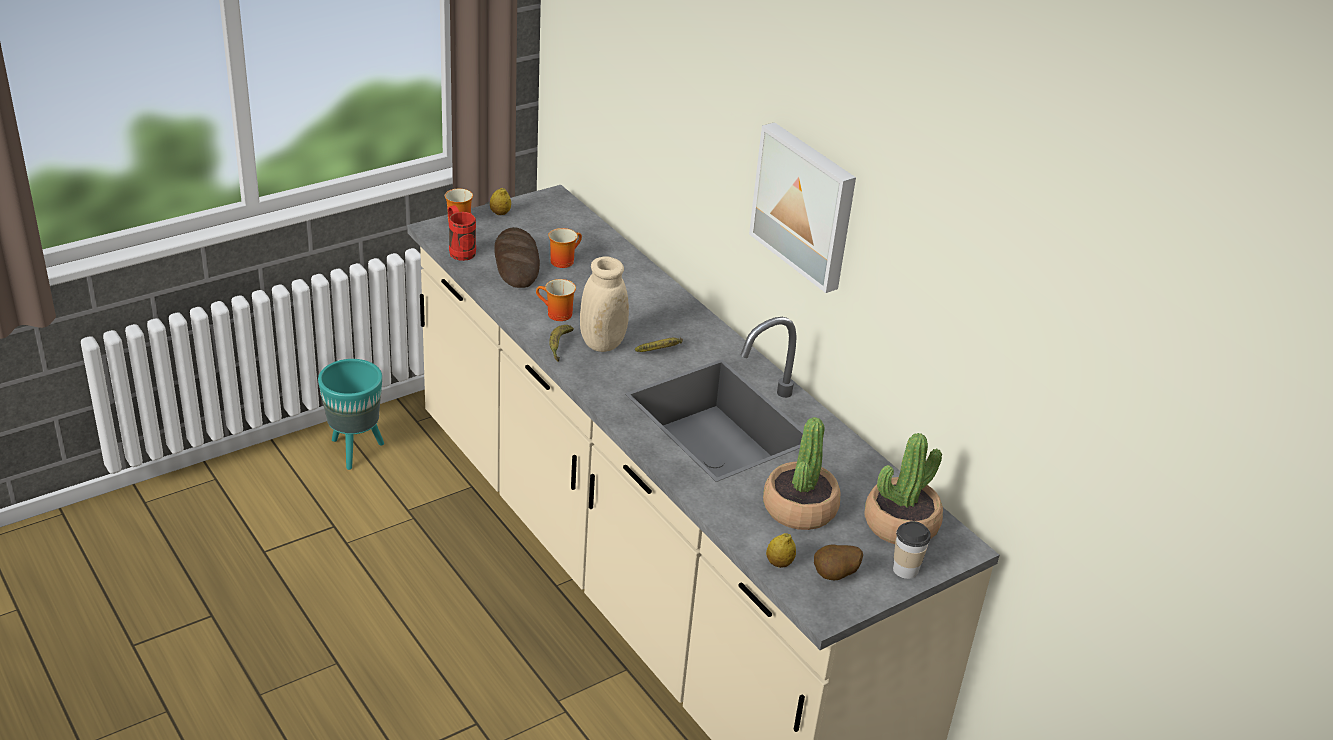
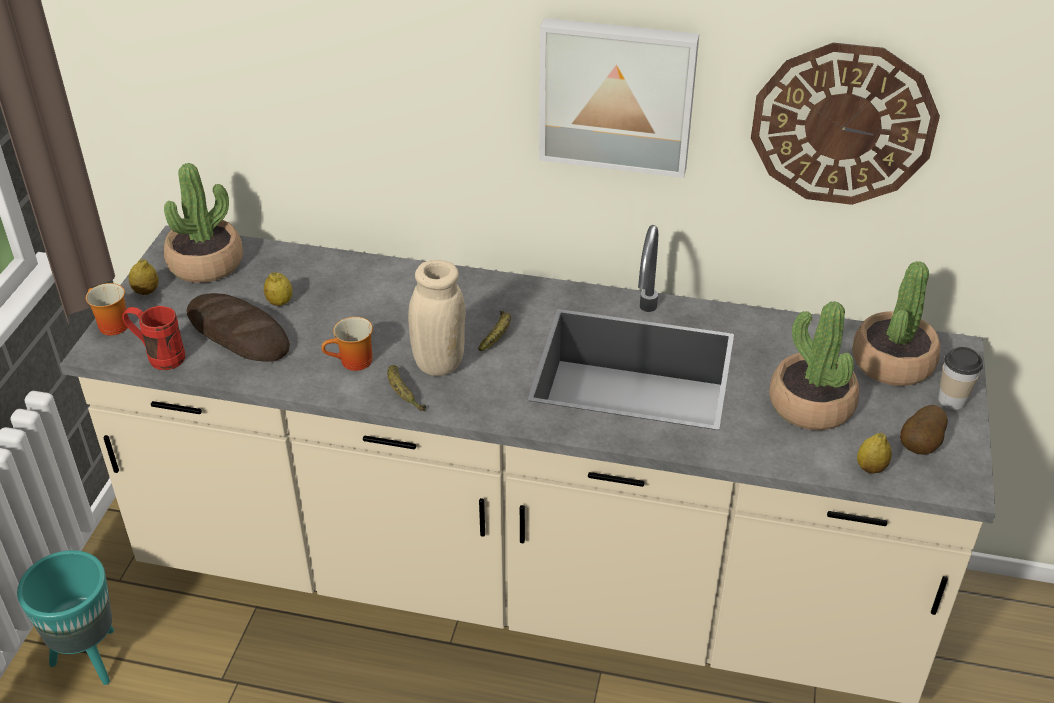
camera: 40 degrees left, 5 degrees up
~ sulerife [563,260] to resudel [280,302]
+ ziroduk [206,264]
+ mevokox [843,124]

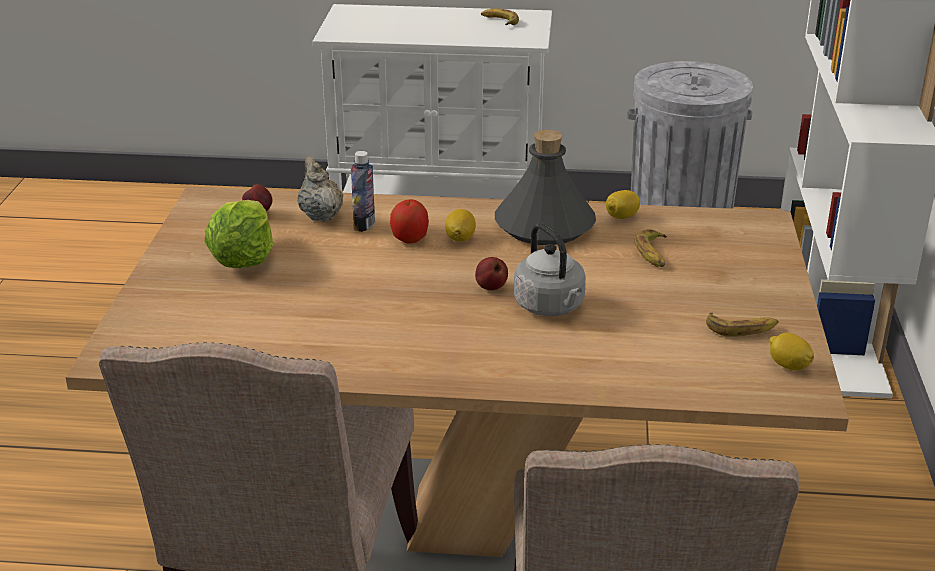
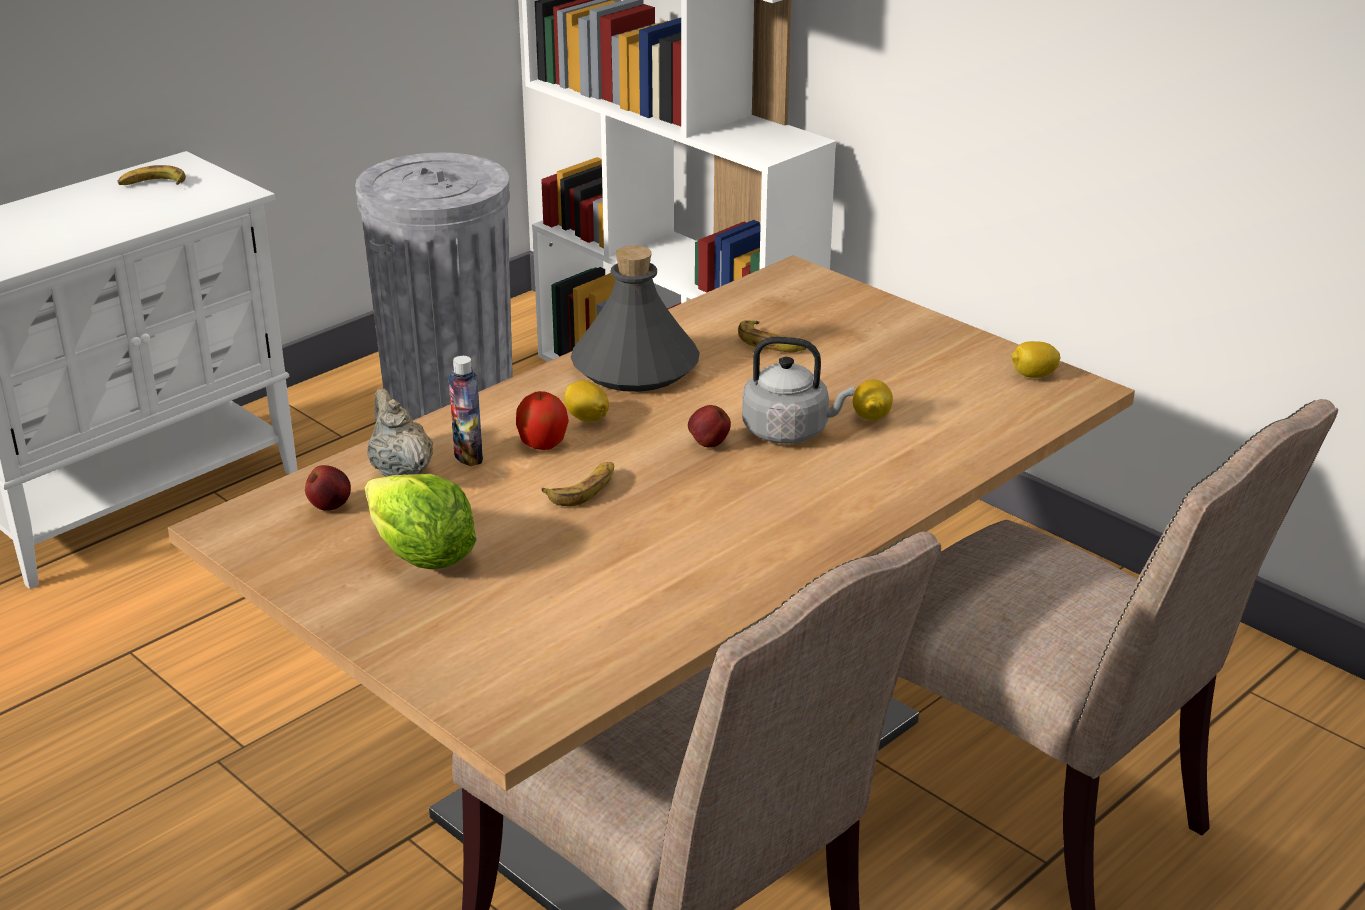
camera: 50 degrees left, 0 degrees up
~ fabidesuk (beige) [320,215] = [401,472] 45 degrees clockwise
~ resudel [621,217] to [871,417]
~ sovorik [742,329] to [583,489]

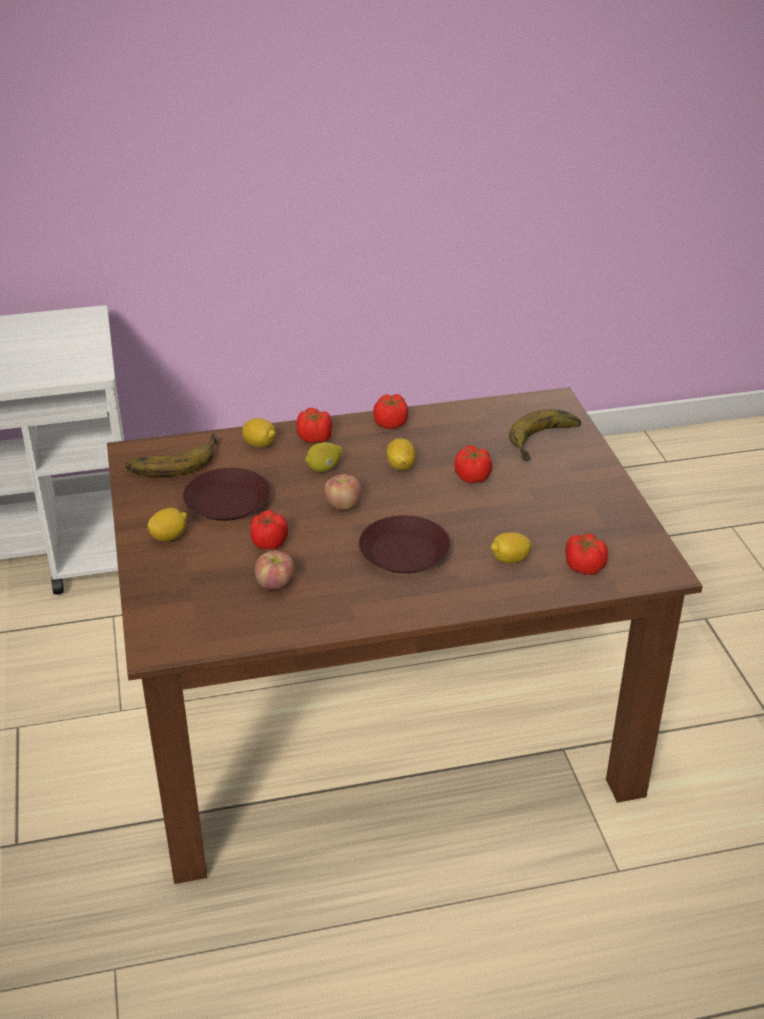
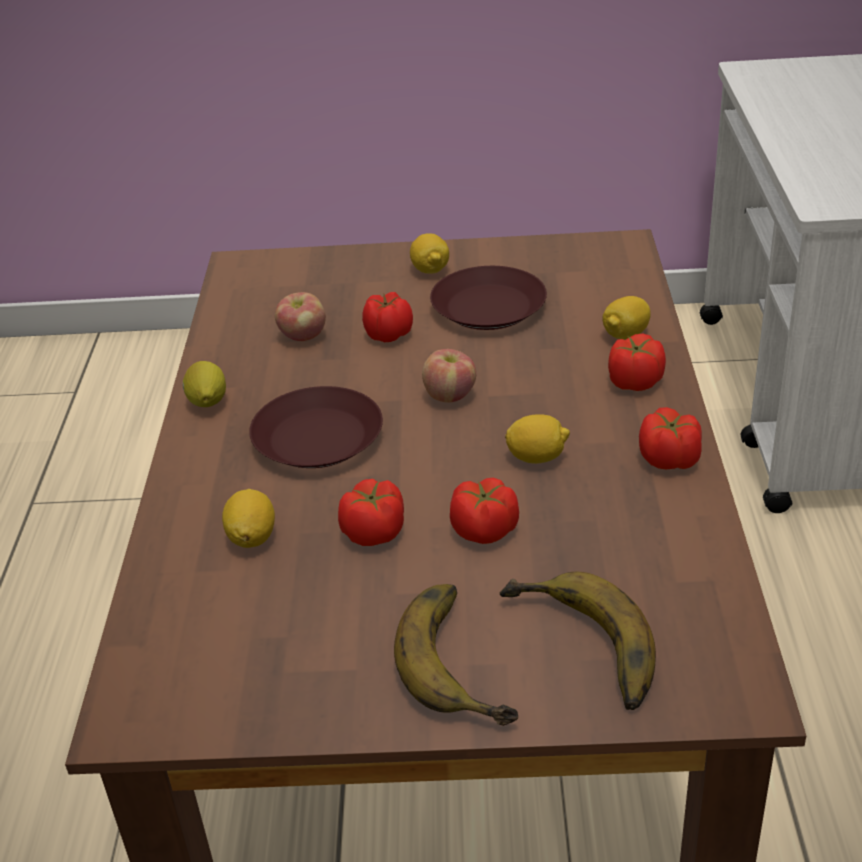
camera: 105 degrees right, 0 degrees up
~ sovorik [172,460] to [466,659]
~ resudel [324,468] to [207,403]
~ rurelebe [584,566] to [374,532]

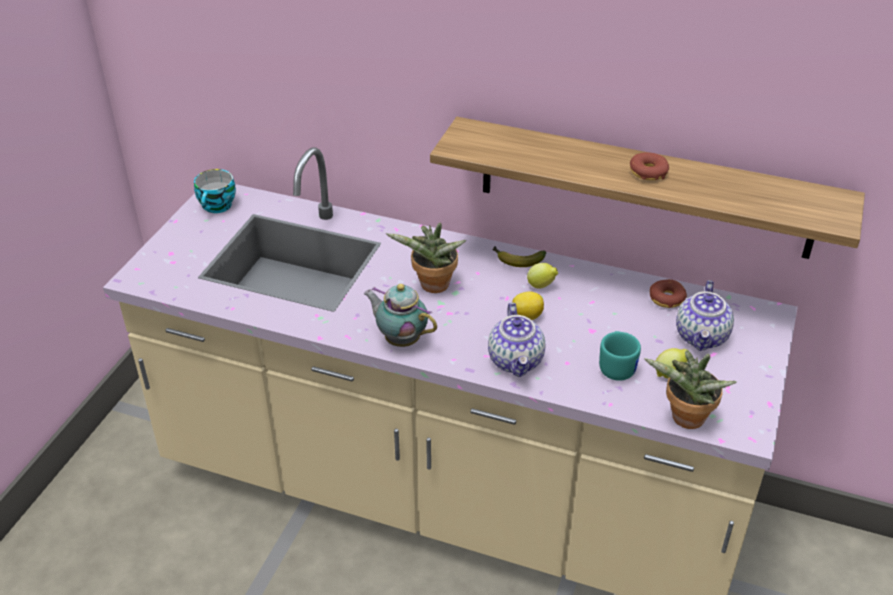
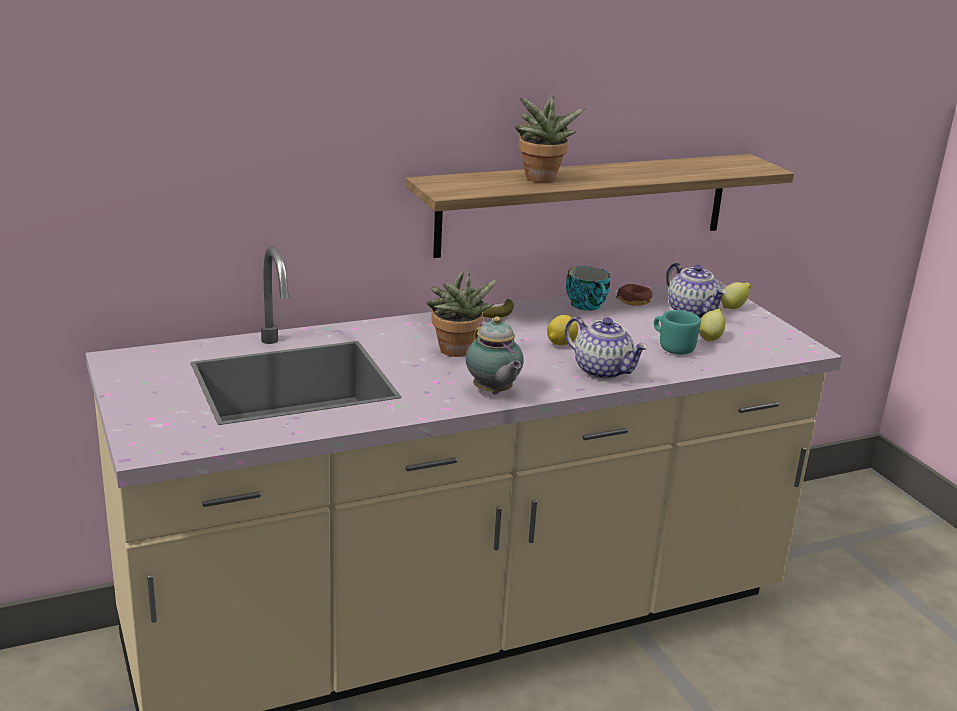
camera: 45 degrees left, 15 degrees down
~ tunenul [218,207] to [588,305]
~ fabidesuk [400,339] = [493,392] 105 degrees counterclockwise
~ resudel [541,286] to [734,307]
- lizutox [648,172]
~ ziroduk [685,420] to [540,180]

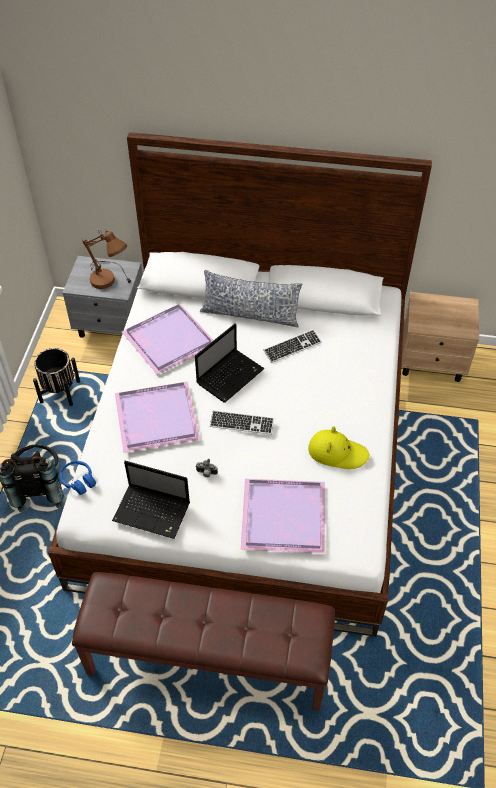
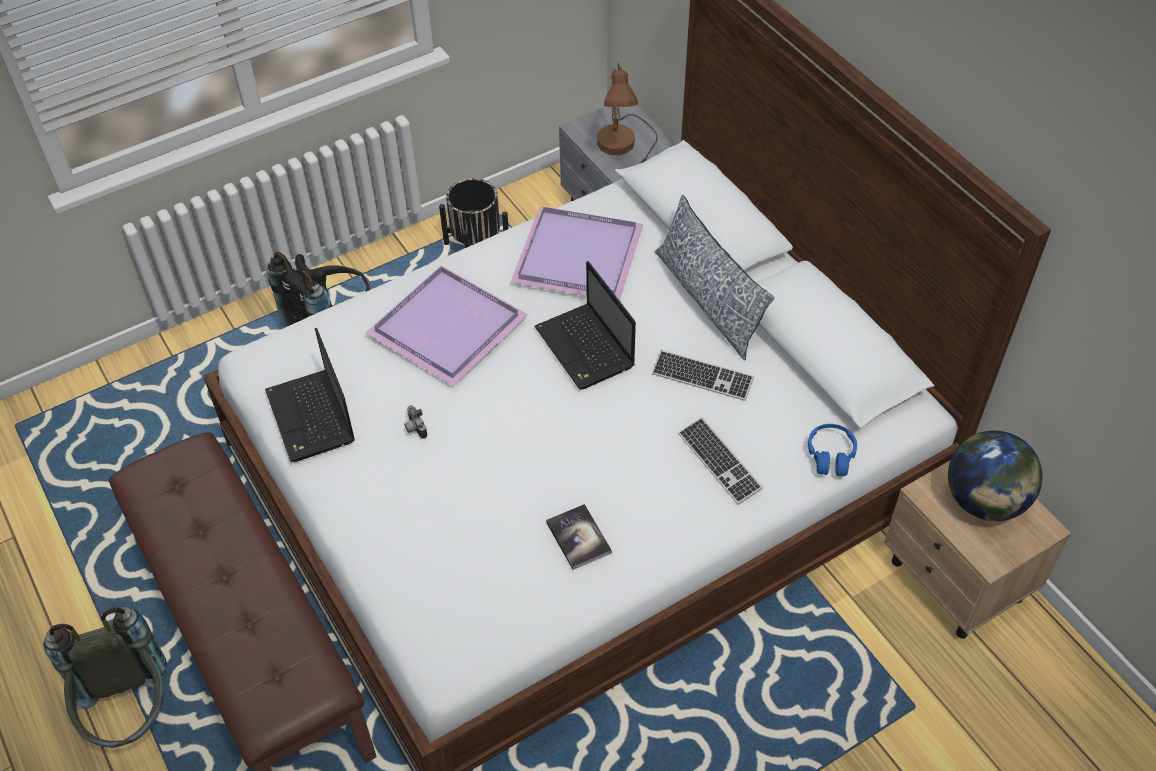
camera: 50 degrees right, 0 degrees up
~ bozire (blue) [78,481] to [830,455]
~ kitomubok [231,375] = [586,349] 60 degrees clockwise
~ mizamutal [242,423] to [719,462]
- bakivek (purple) [282,518]
~ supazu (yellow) [337,452] to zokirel [578,537]
+ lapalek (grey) [131,715]
+ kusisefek [984,501]

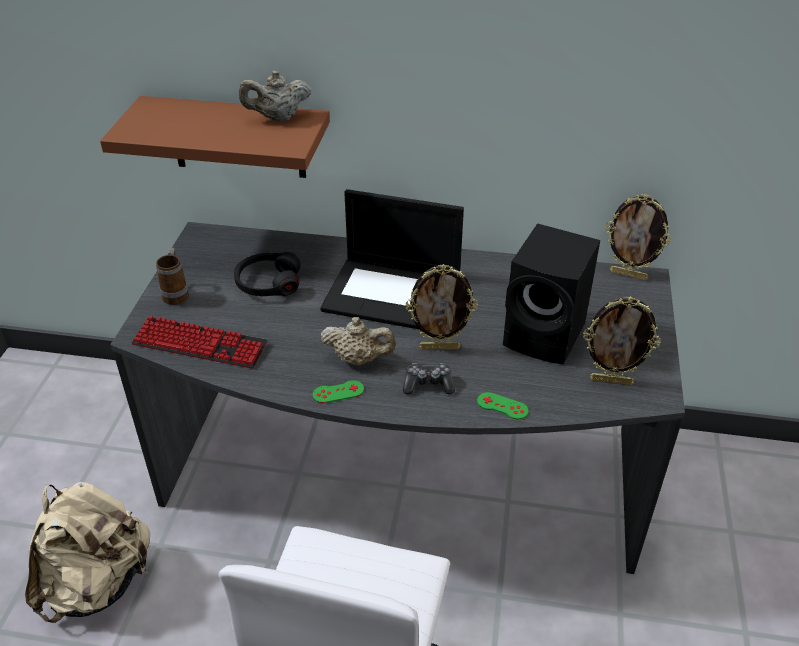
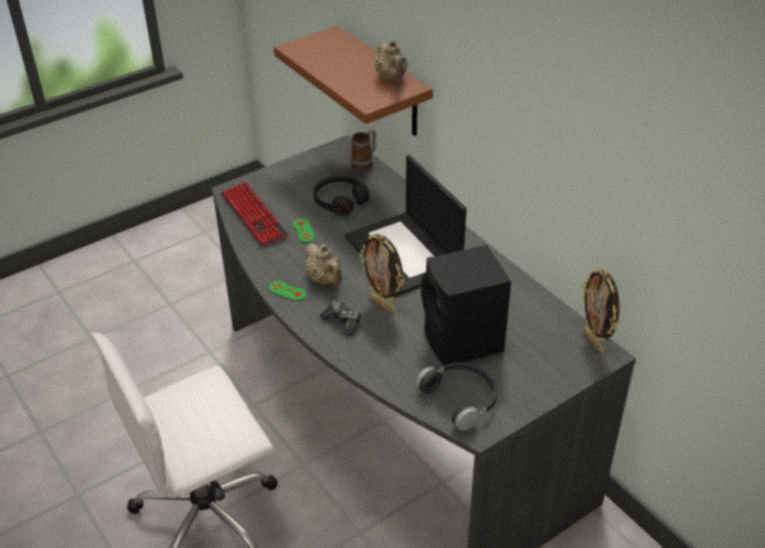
camera: 45 degrees right, 0 degrees up
- lapalek (beige) [98,583]
~ sulerife [176,293] to [365,164]
~ fabidesuk (beige) [278,118] = [391,79] 135 degrees counterclockwise
~ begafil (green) [502,406] to [303,230]
~ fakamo [611,381] to bozire (black) [461,398]

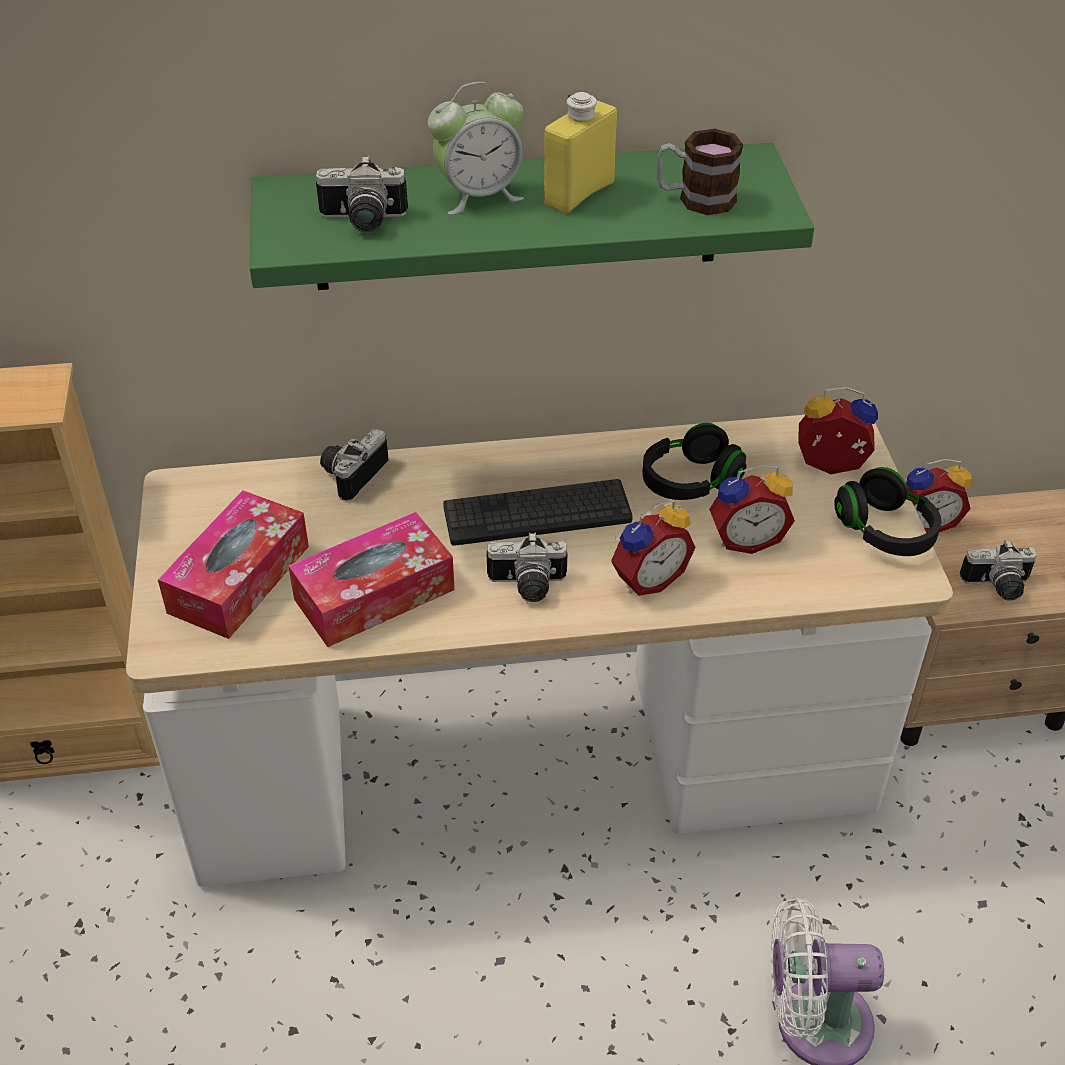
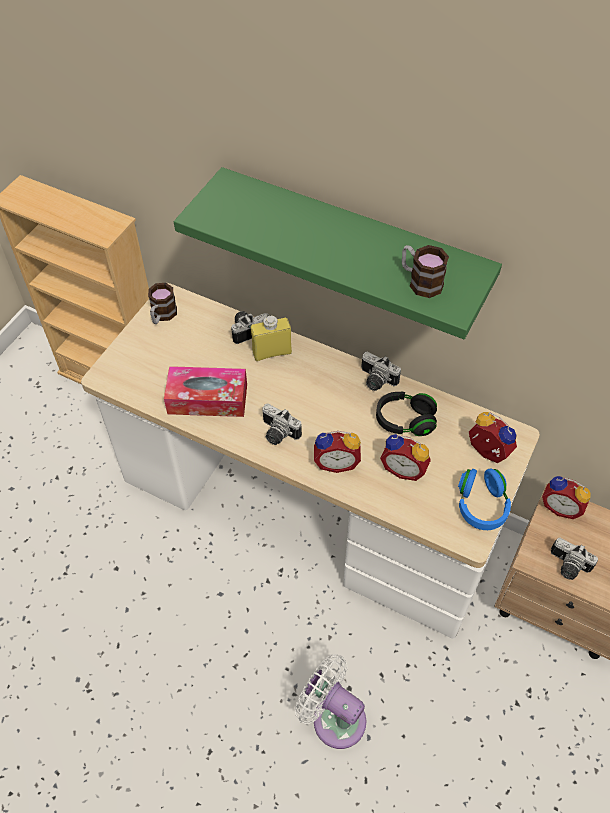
camera: 35 degrees right, 10 degrees up
- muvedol [239,579]
~ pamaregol [362,221] to [375,381]
- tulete [479,195]
- mizamutal [537,514]
~ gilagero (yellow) [579,193] to [272,352]
~ bozire (black) [885,531] to bozire (blue) [481,505]
+ sulerife [162,316]

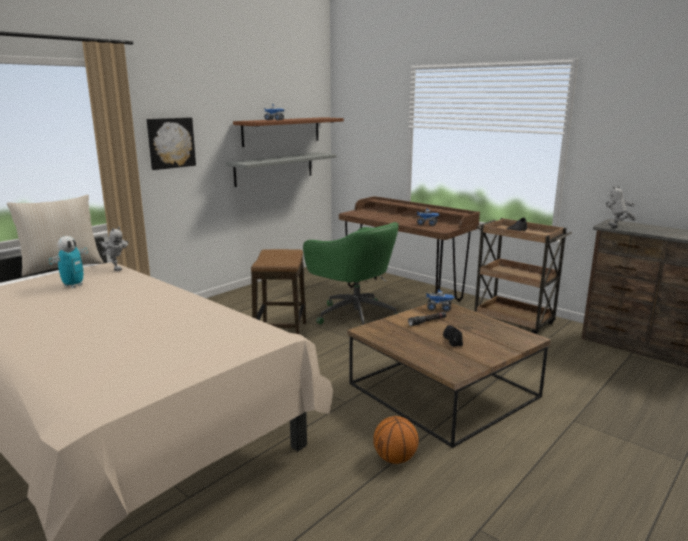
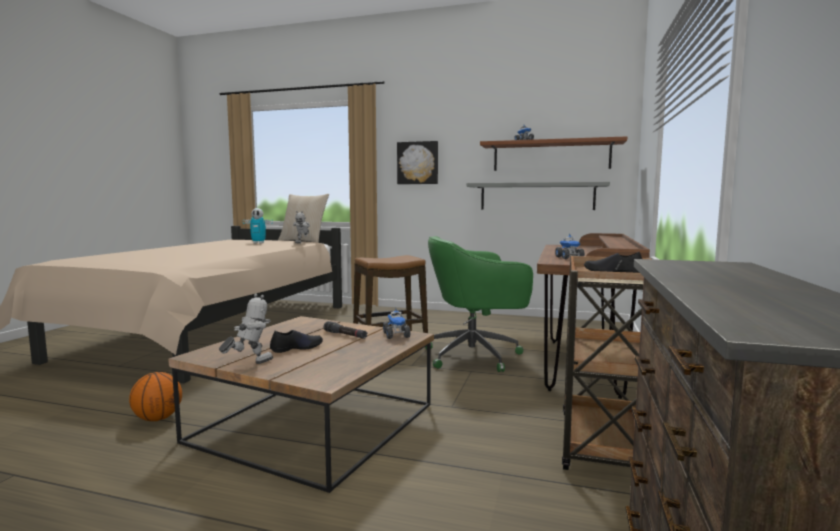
camera: 65 degrees right, 10 degrees down
~ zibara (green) [354,315] = [475,356] 60 degrees clockwise
~ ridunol [616,228] to [250,364]

